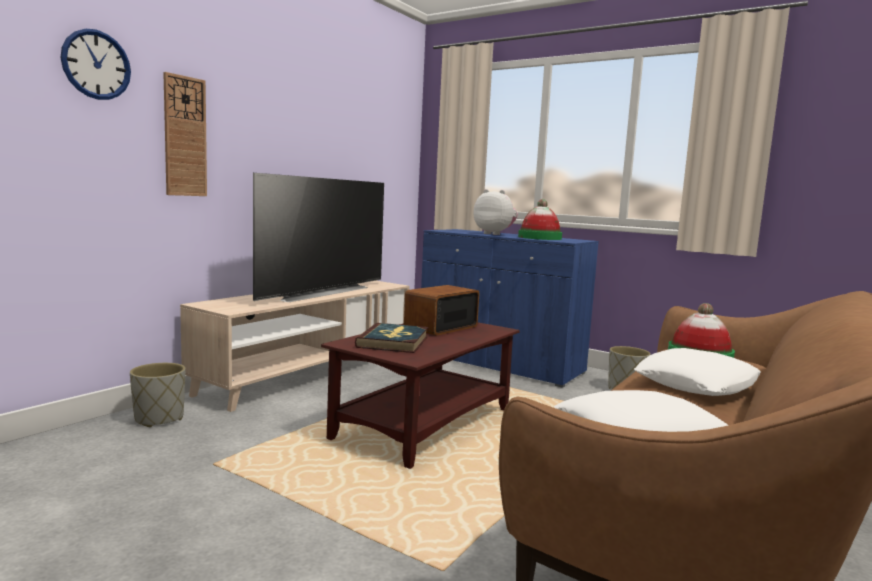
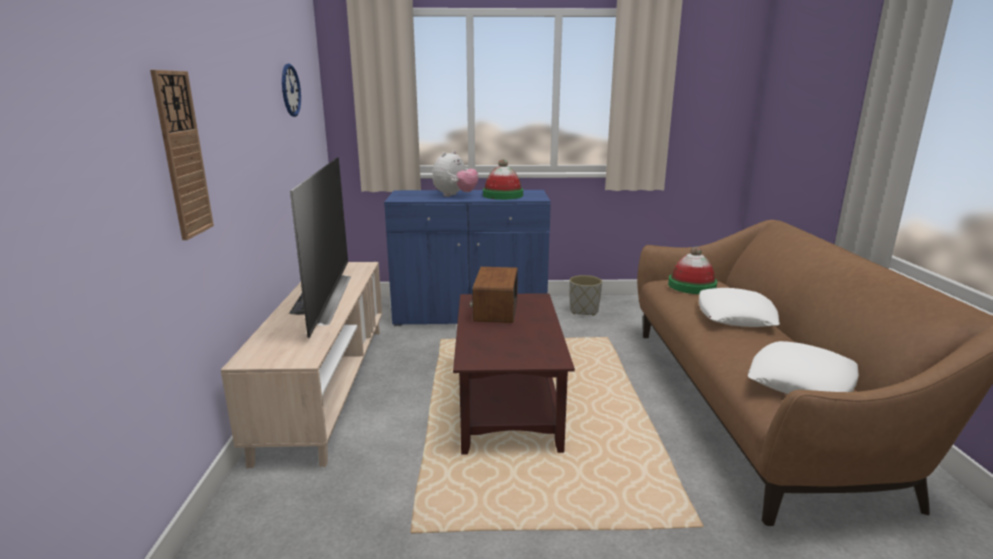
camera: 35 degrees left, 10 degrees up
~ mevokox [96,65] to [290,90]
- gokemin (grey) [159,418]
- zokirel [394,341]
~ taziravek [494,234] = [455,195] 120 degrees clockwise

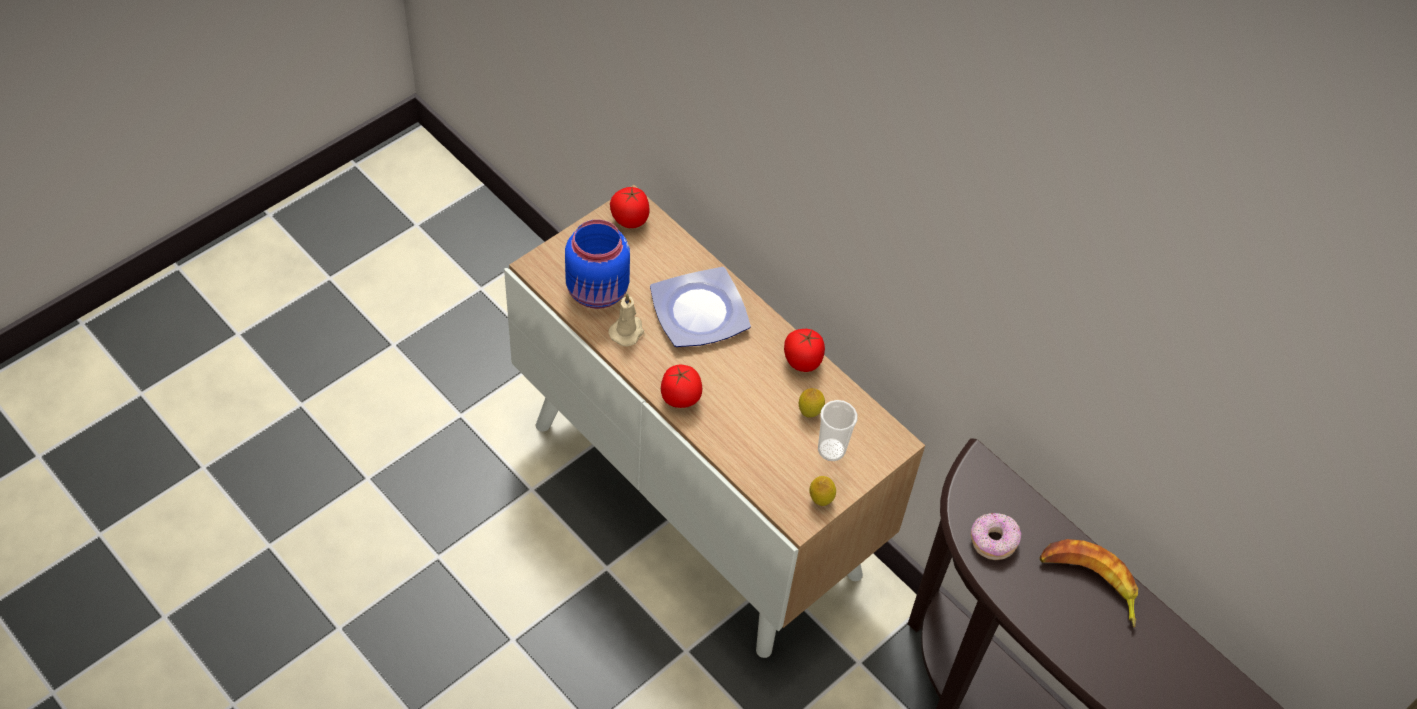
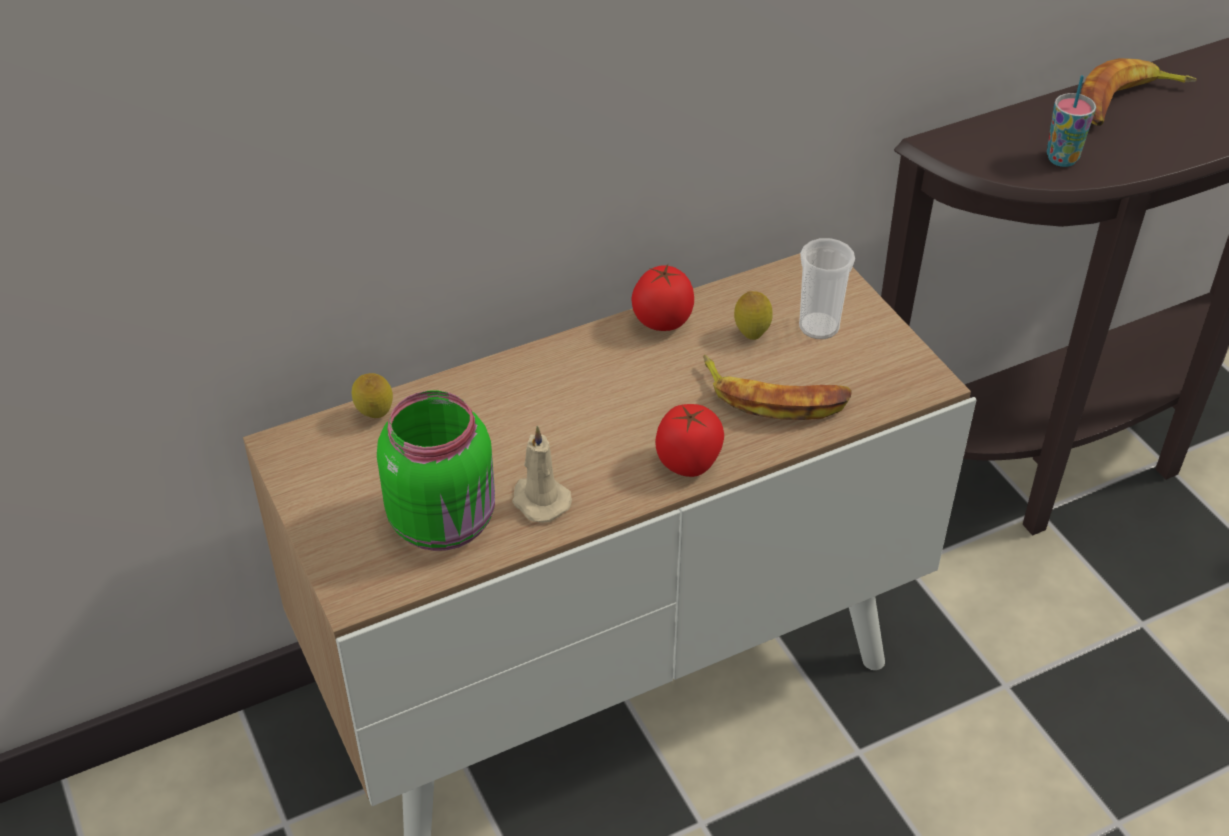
camera: 70 degrees left, 10 degrees down
~ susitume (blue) [598,292] to susitume (green) [446,521]
- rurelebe [629,220]
- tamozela [697,311]
~ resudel [820,500] to [375,416]
~ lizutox [992,541] to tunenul [1062,159]
+ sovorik [775,397]

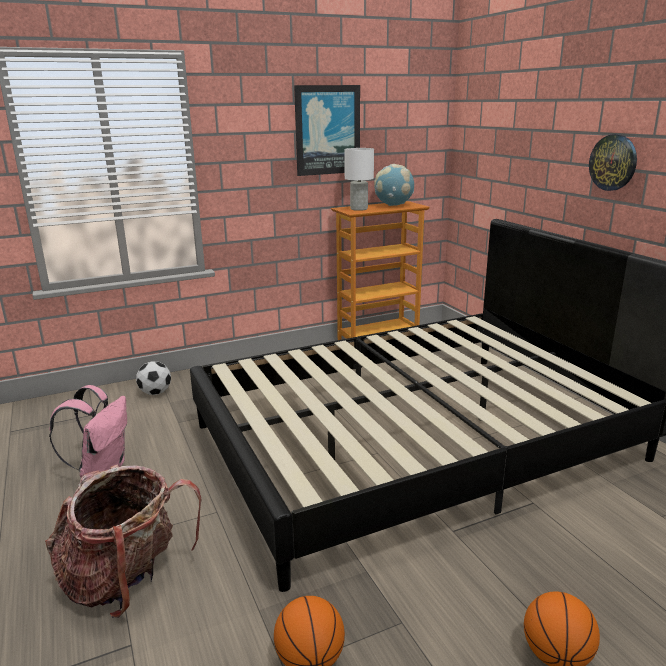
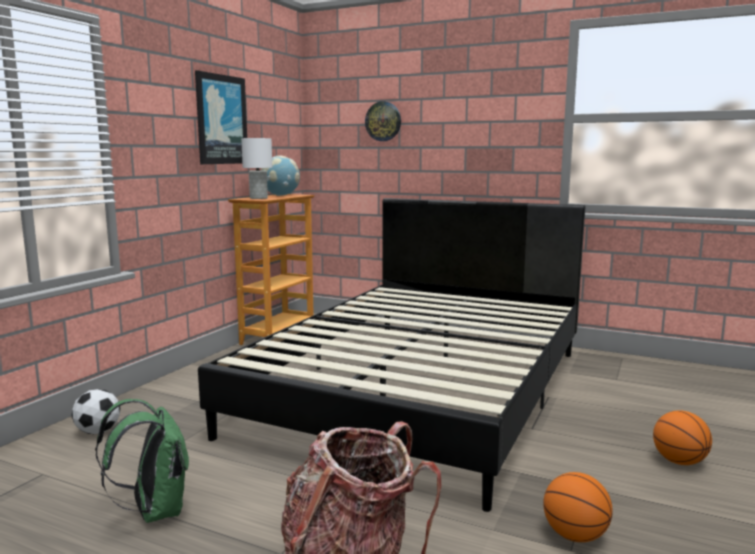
camera: 40 degrees left, 10 degrees down
~ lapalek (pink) [102,469] to lapalek (green) [154,511]
~ mevokox [613,162] to [383,121]

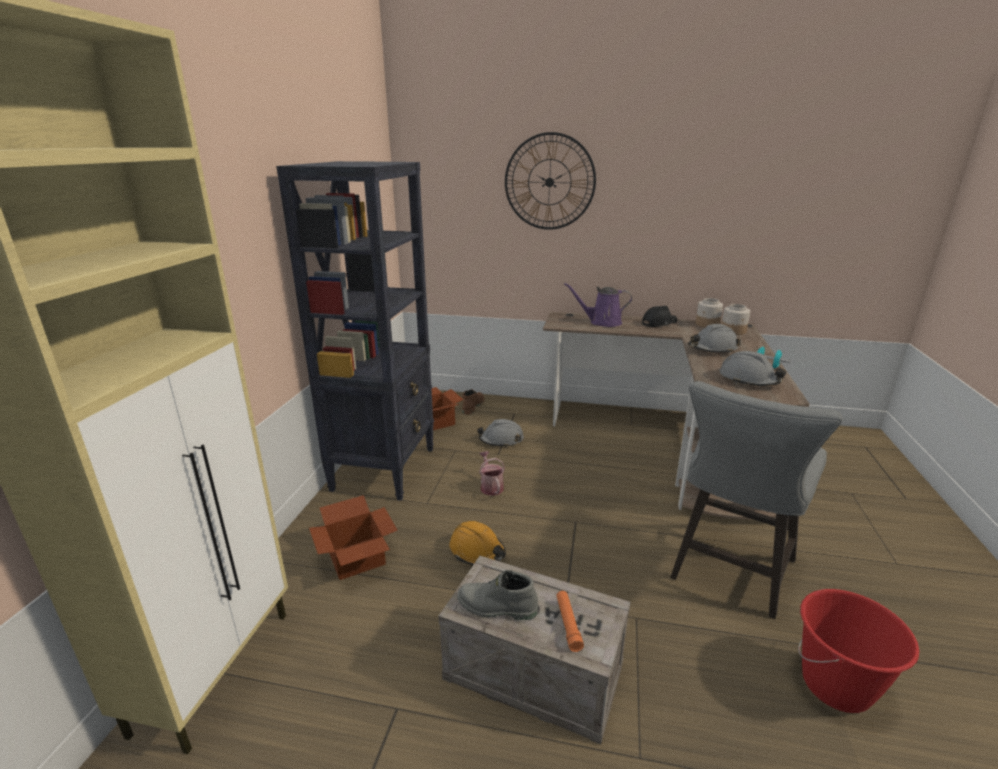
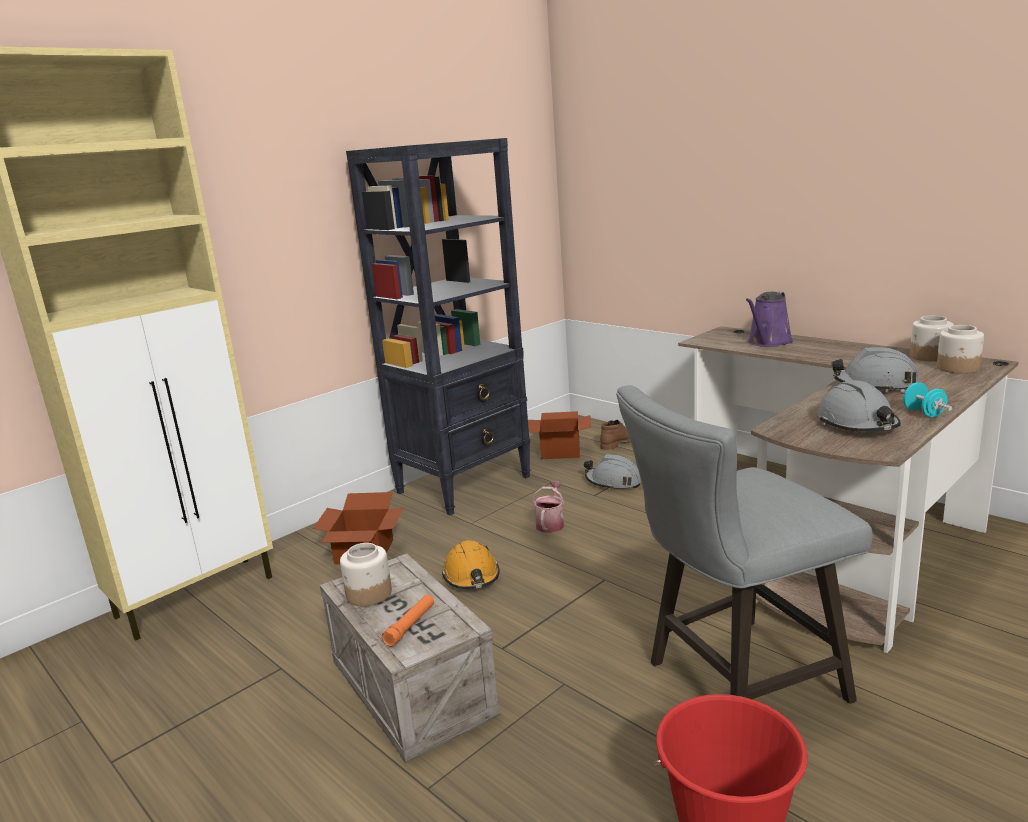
camera: 35 degrees right, 5 degrees down
~ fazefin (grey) [496,608] to susitume [368,594]
- mevokox [549,182]
~ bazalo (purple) [602,322] = [768,342] 90 degrees counterclockwise
- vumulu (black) [658,323]

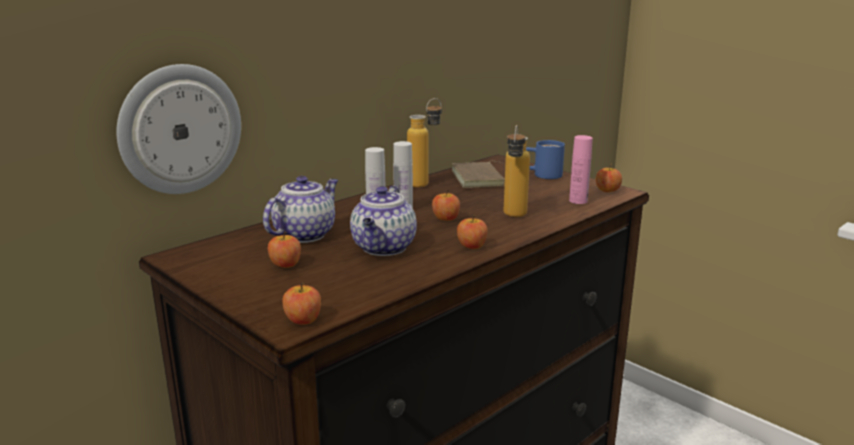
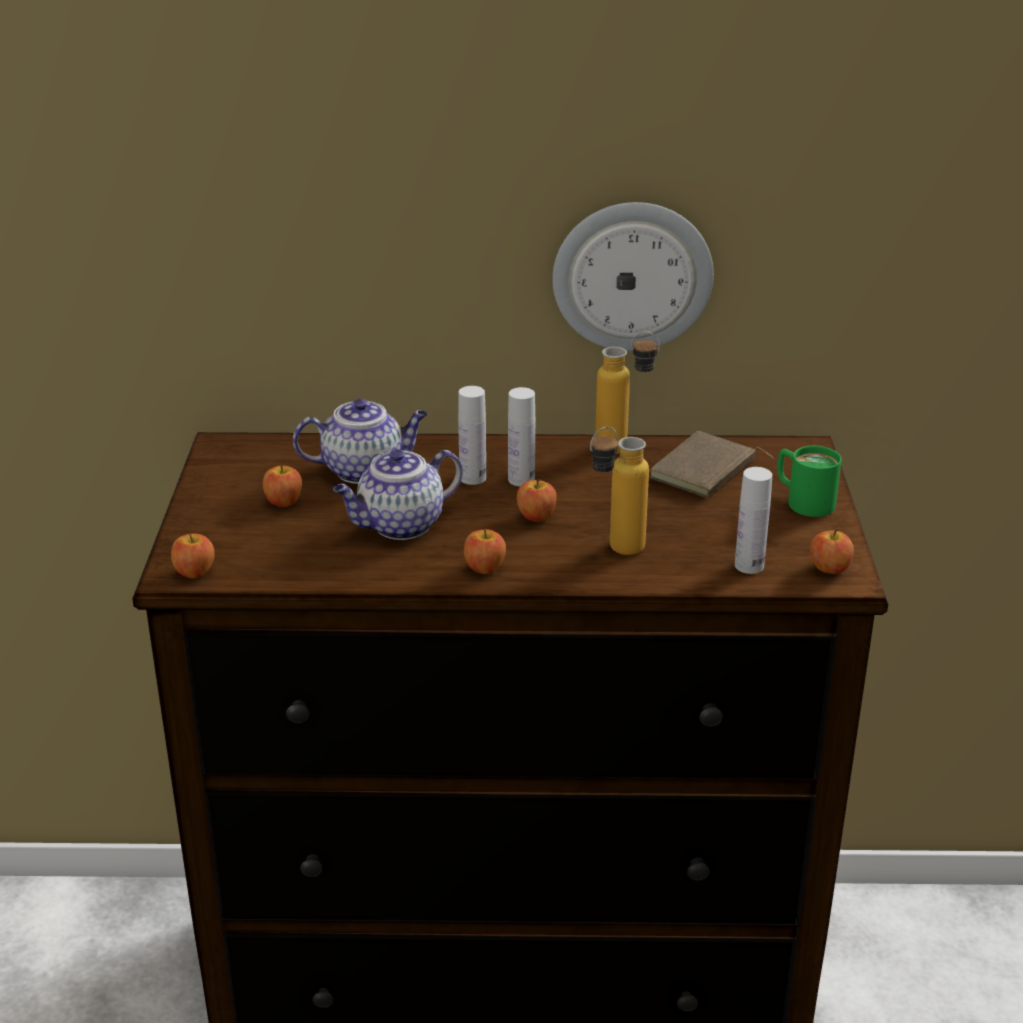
camera: 45 degrees right, 10 degrees up
~ mevokox [180,129] to [632,276]
~ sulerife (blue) [541,175] to sulerife (green) [802,501]
~ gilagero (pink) [578,201] to gilagero (white) [749,565]

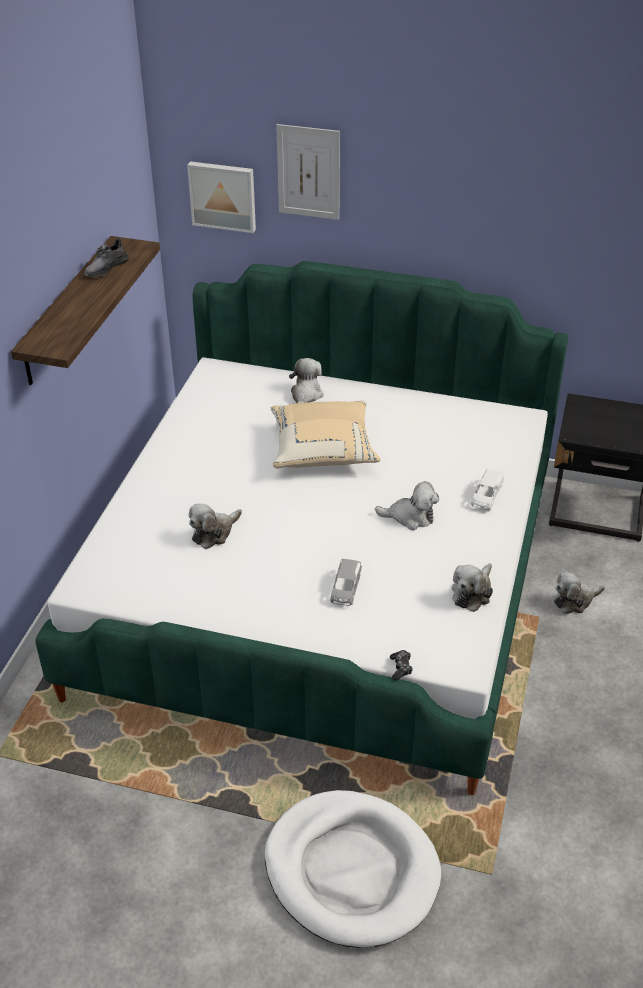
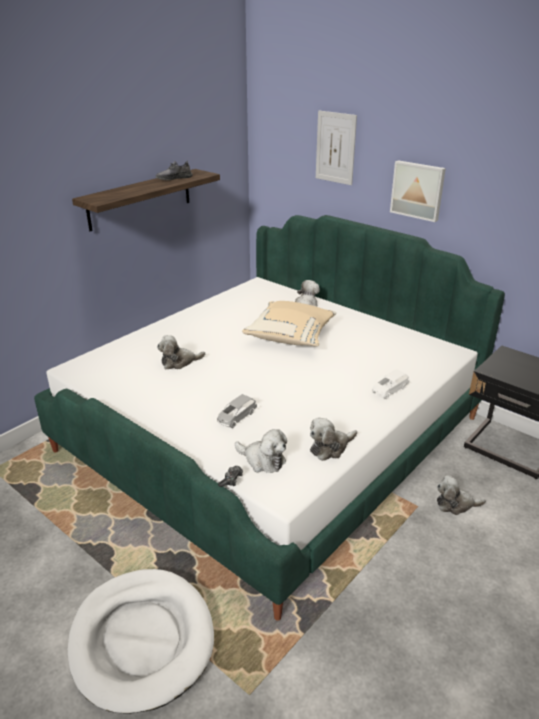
camera: 25 degrees right, 10 degrees down
~ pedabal [223,195] to [418,190]
~ taziravek [410,517] to [263,460]

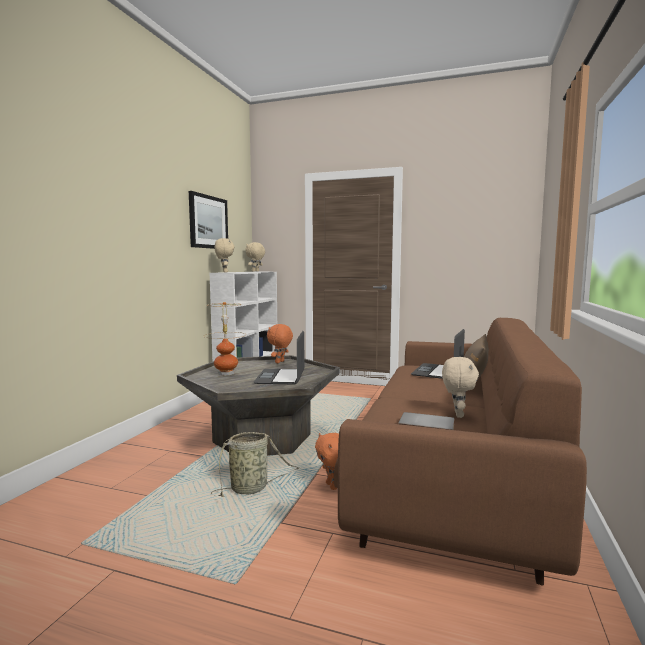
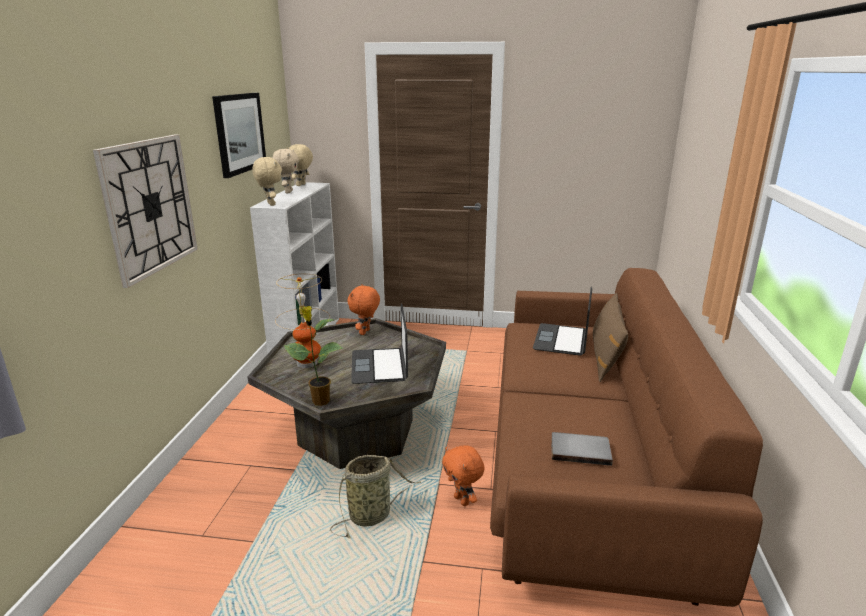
camera: 10 degrees left, 15 degrees up
~ taziravek (beige) [457,414] to [288,192]
+ mevokox [150,206]
+ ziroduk [319,401]

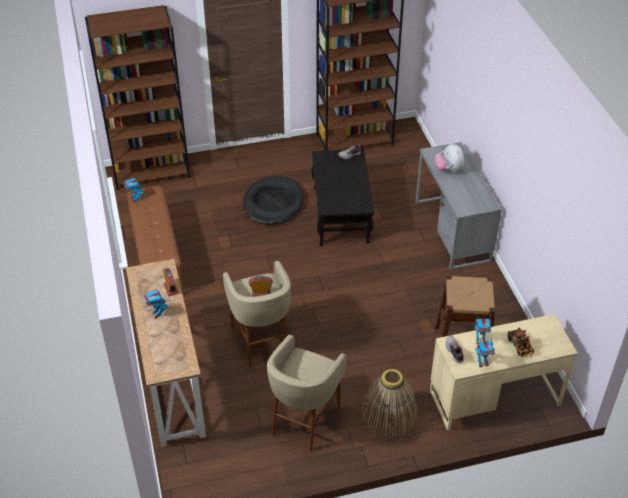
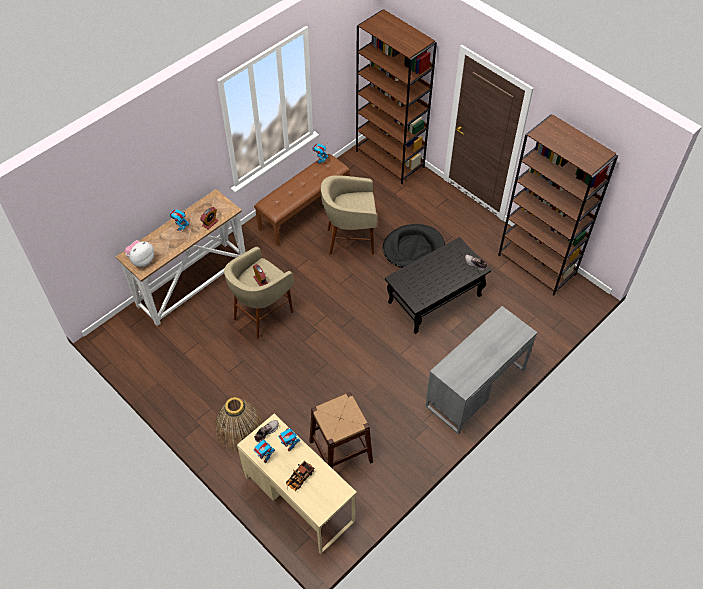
camera: 60 degrees right, 10 degrees up
~ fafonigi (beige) [304,421] to [350,240]
~ taziravek [448,169] to [141,260]

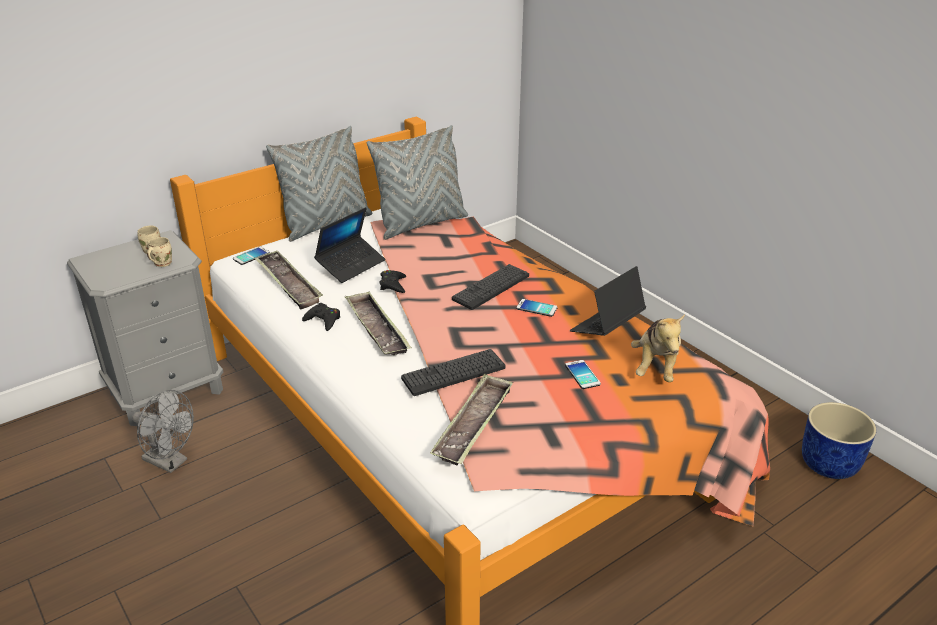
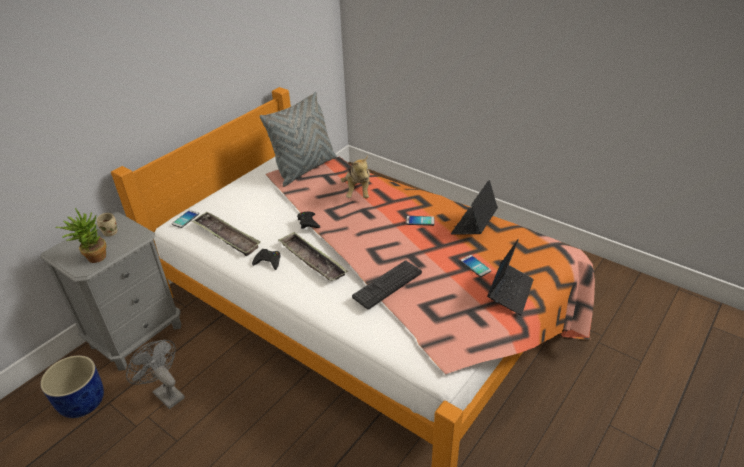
camera: 15 degrees left, 5 degrees up
~ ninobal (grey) [170,462] = [165,393] 150 degrees counterclockwise
- sulerife (beige) [161,263]
- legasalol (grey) [326,224]
~ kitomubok [351,265] to [510,292]
- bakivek [474,425]
- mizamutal [491,287]
~ taziravek [656,366] to [358,191]
~ gokemin (blue) [828,464] to [81,402]
+ ziroduk [93,258]

